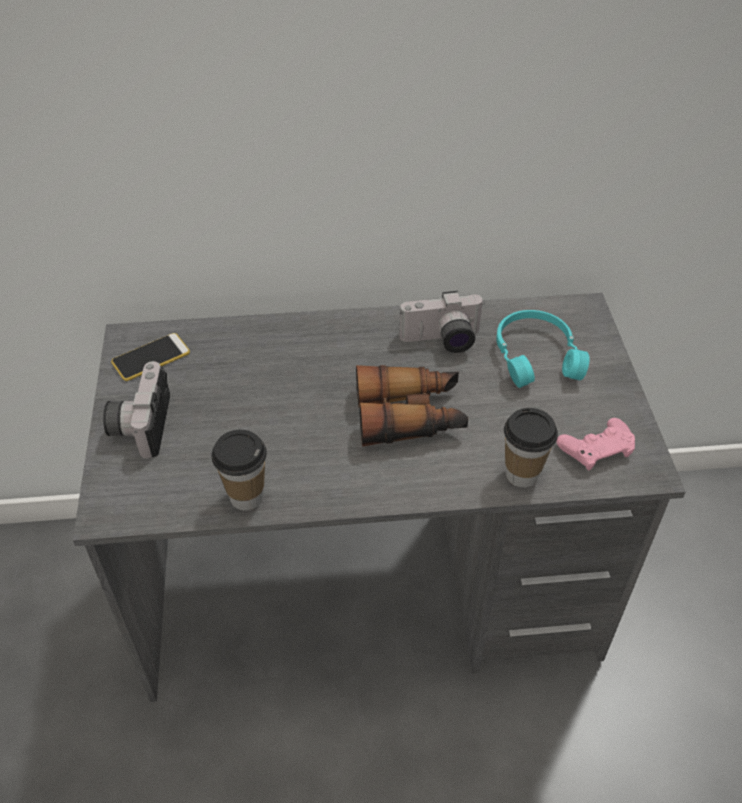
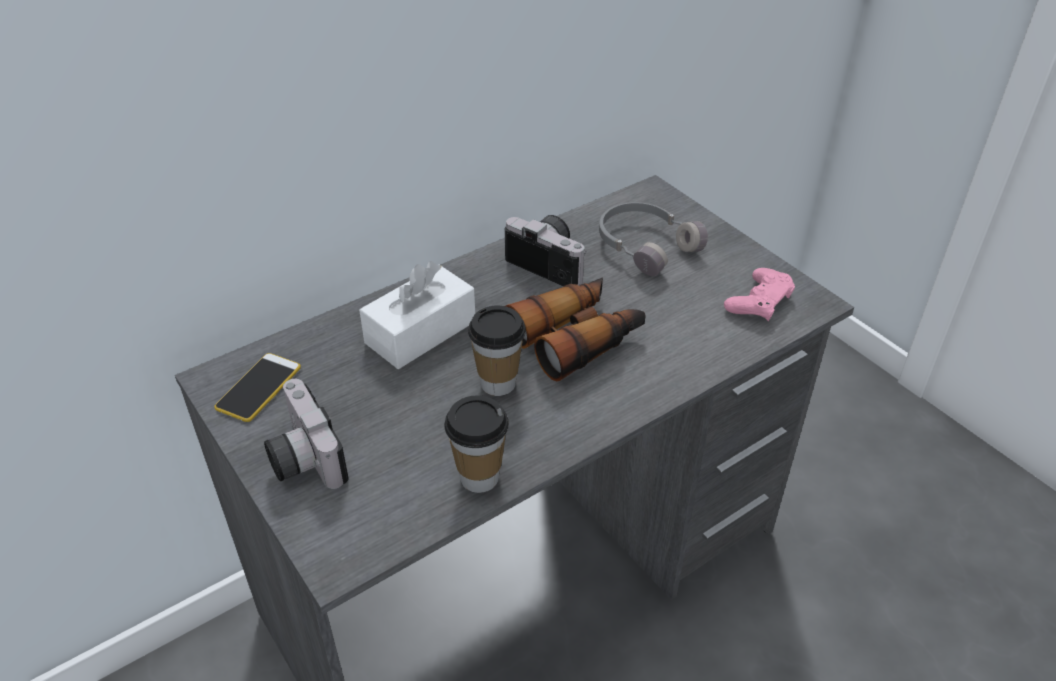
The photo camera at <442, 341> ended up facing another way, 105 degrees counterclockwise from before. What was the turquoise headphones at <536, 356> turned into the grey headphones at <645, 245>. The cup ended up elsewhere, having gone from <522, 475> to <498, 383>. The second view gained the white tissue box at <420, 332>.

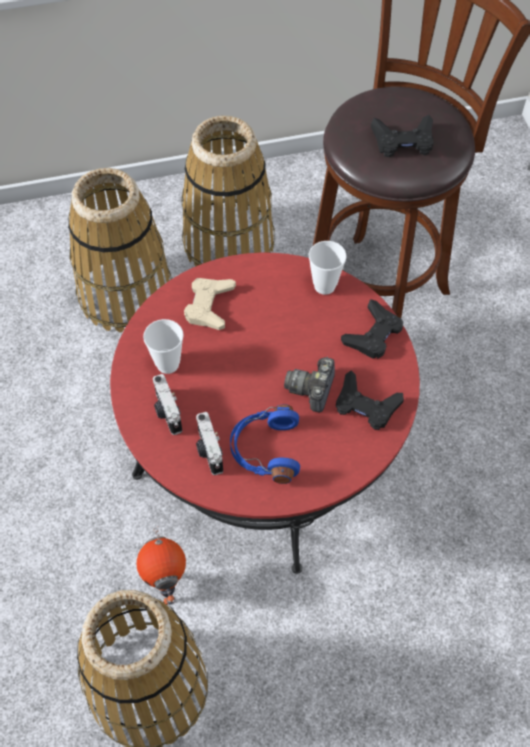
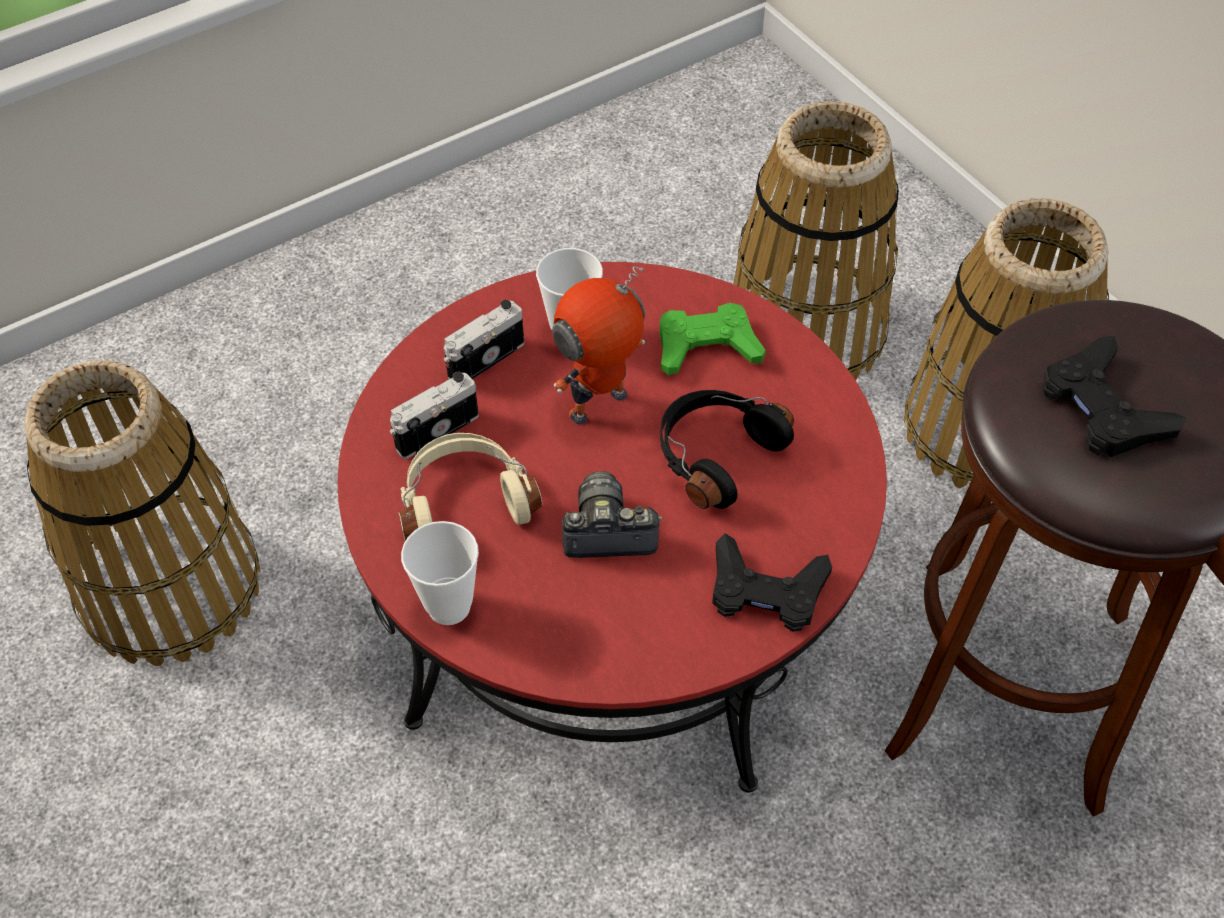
The toy robot ended up elsewhere, having gone from <168, 587> to <600, 407>. What was the beige game controller at <209, 306> turned into the green game controller at <706, 346>. What was the blue headphones at <265, 450> turned into the beige headphones at <464, 501>. The cup ended up elsewhere, having gone from <324, 286> to <449, 606>. The second view lost the black game controller at <366, 405>. The second view gained the black headphones at <715, 455>.

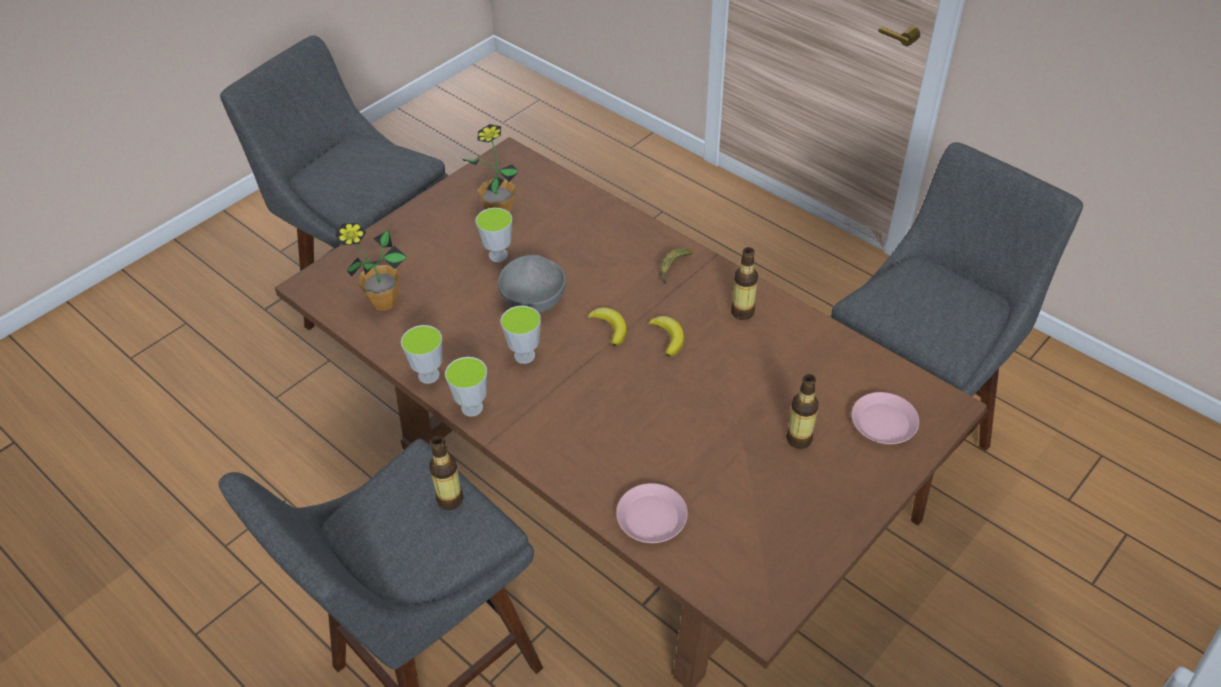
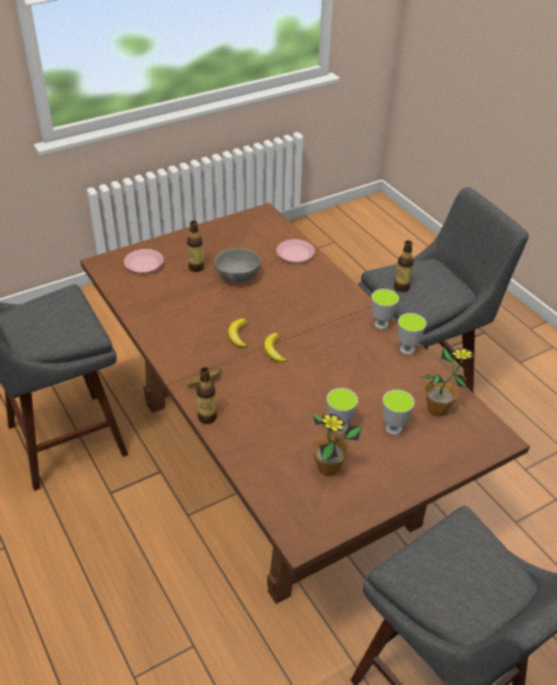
The grey bowl ended up elsewhere, having gone from <535, 300> to <236, 277>. The cup ended up elsewhere, having gone from <524, 355> to <393, 428>. The bottle ended up elsewhere, having gone from <742, 312> to <207, 417>.

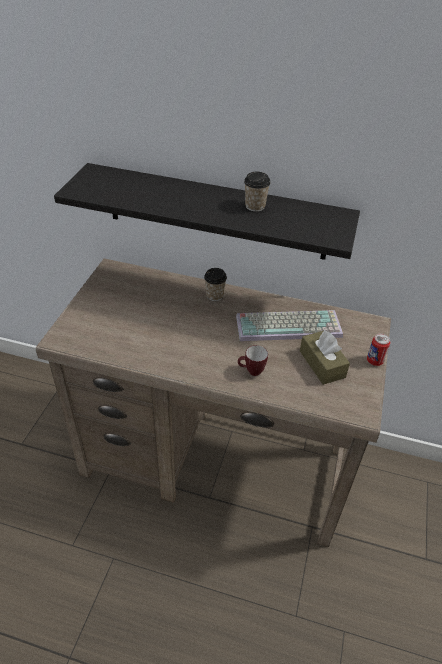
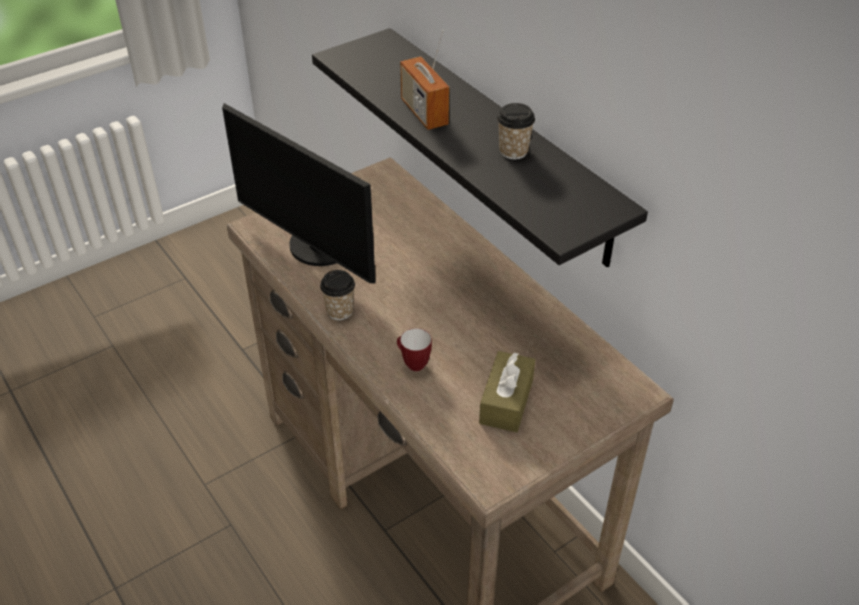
The cup ended up elsewhere, having gone from <214, 295> to <339, 311>. The second view lost the keyboard at <289, 325>. The second view lost the can at <374, 361>. The second view gained the monitor at <317, 248>. The second view gained the radio at <424, 113>.

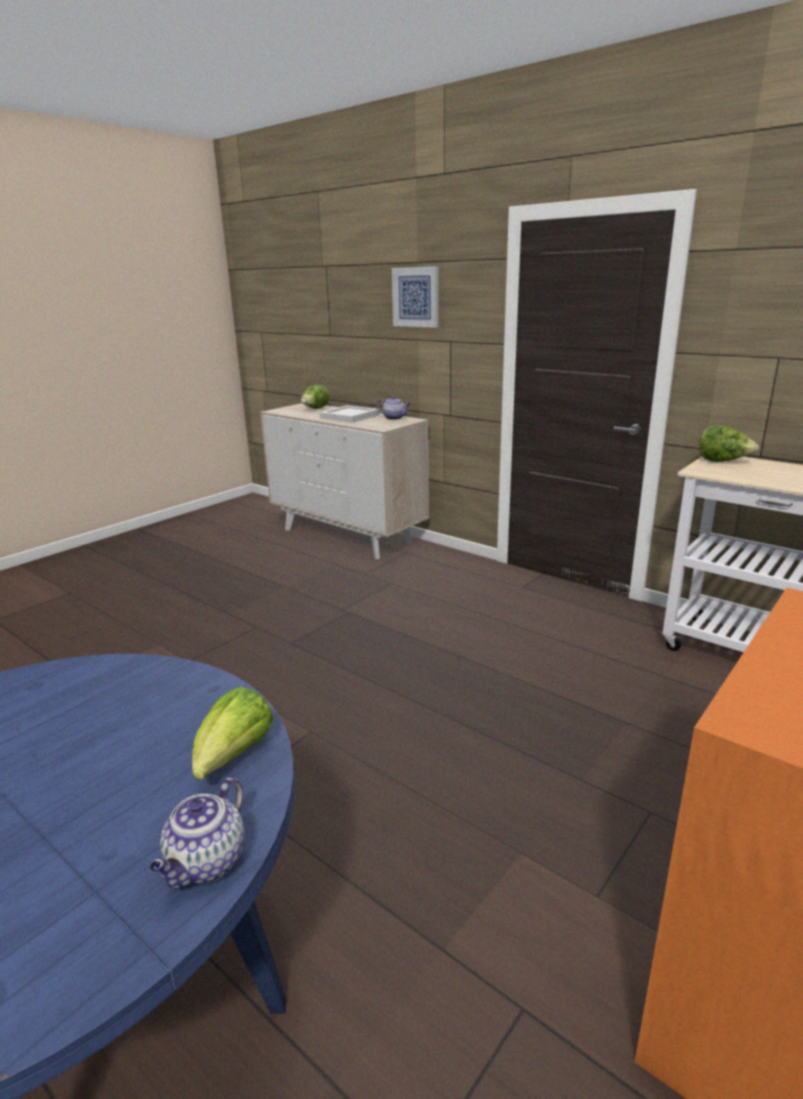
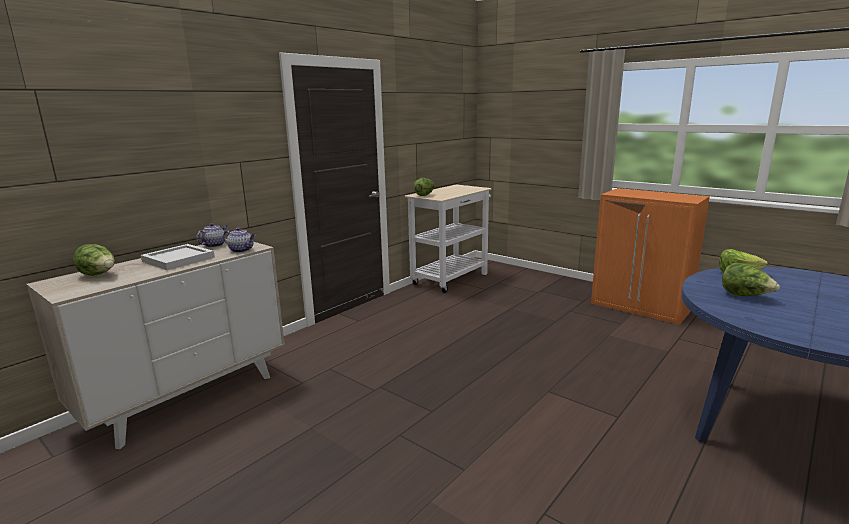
The teapot ended up elsewhere, having gone from <207, 864> to <241, 250>. The second view lost the picture at <416, 297>. The second view gained the lettuce at <745, 296>.

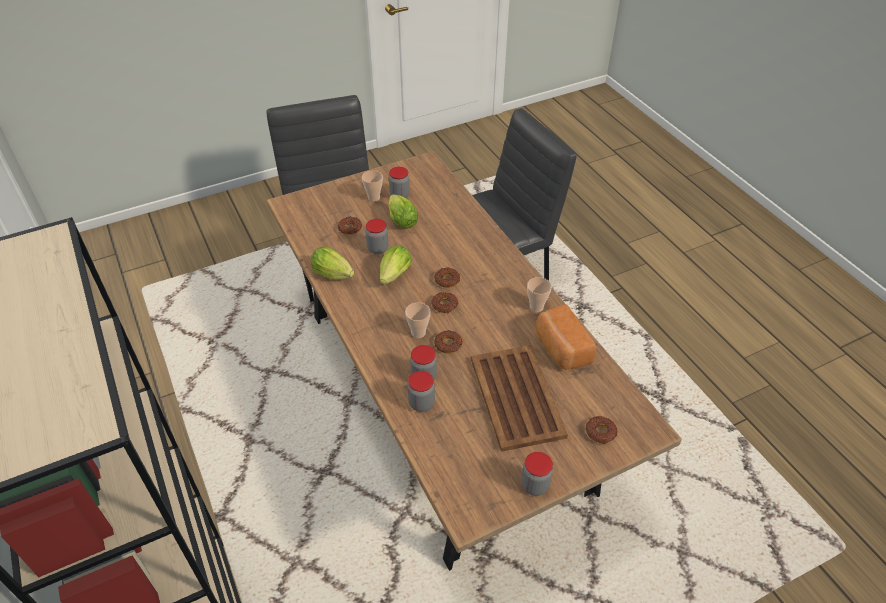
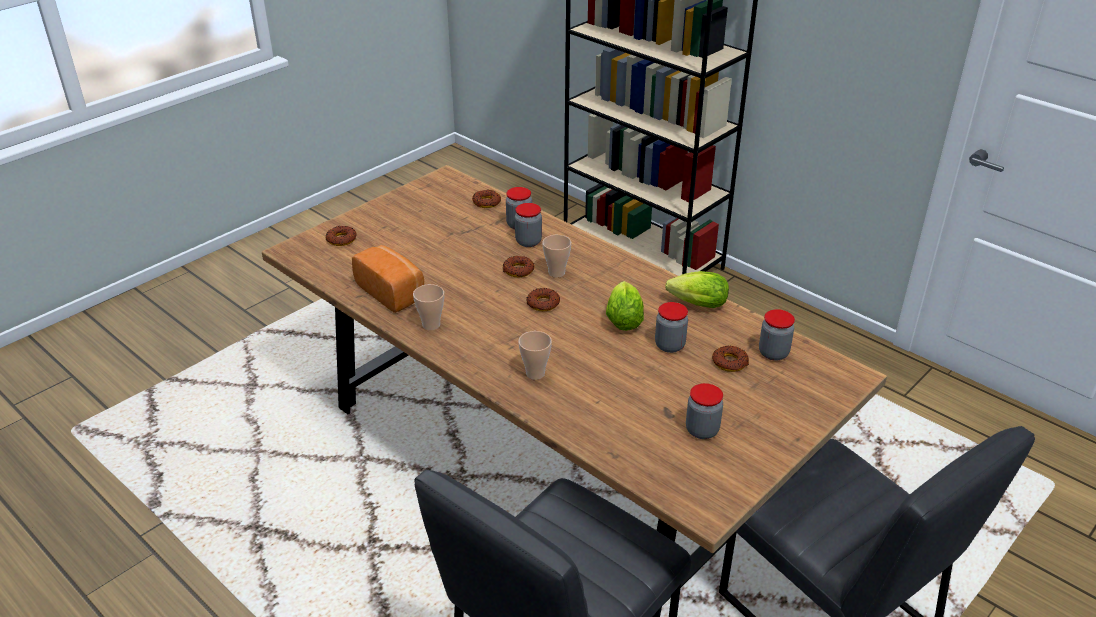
The cup ended up elsewhere, having gone from <374, 198> to <535, 373>. The second view lost the lettuce at <401, 219>. The donut ended up elsewhere, having gone from <447, 280> to <486, 202>. The second view lost the brown tray at <516, 398>. The jar ended up elsewhere, having gone from <535, 485> to <773, 353>.

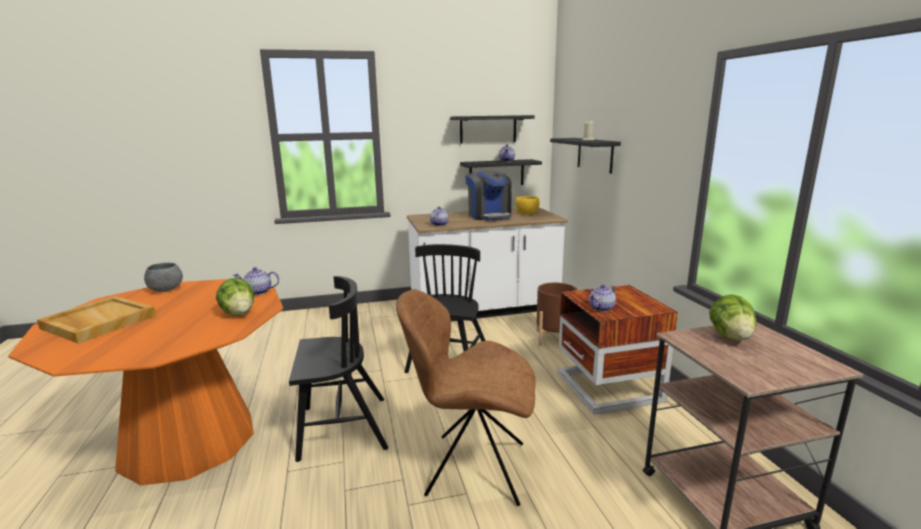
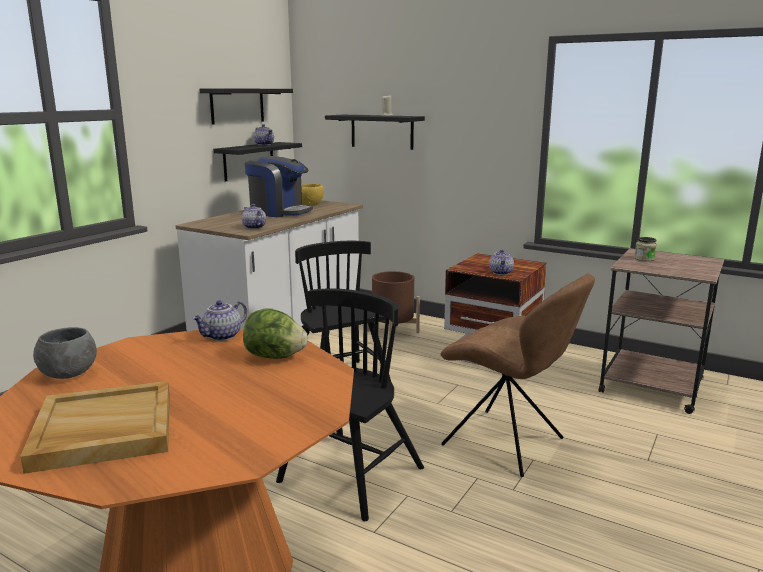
The brown chair at <472, 468> ended up facing another way, 105 degrees counterclockwise from before. Where the lettuce stood at <730, 337>, the jar came to stand at <644, 259>.

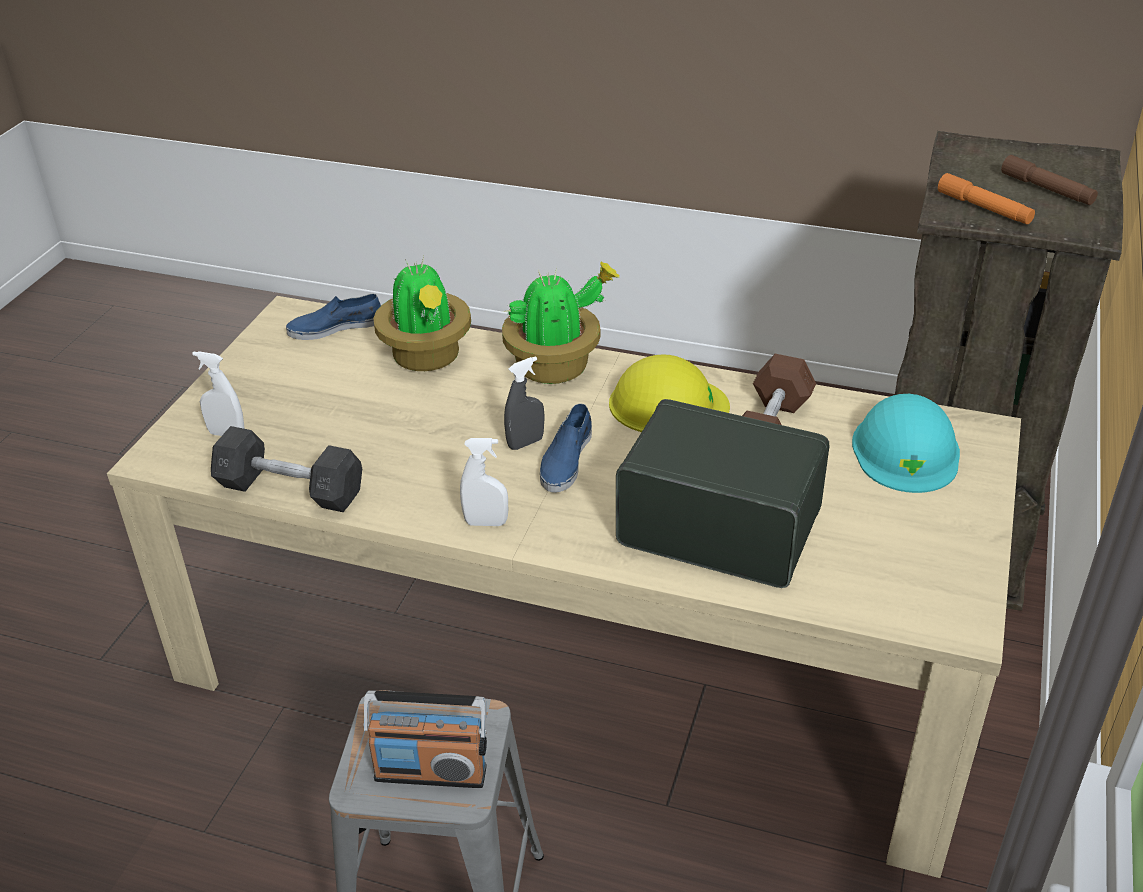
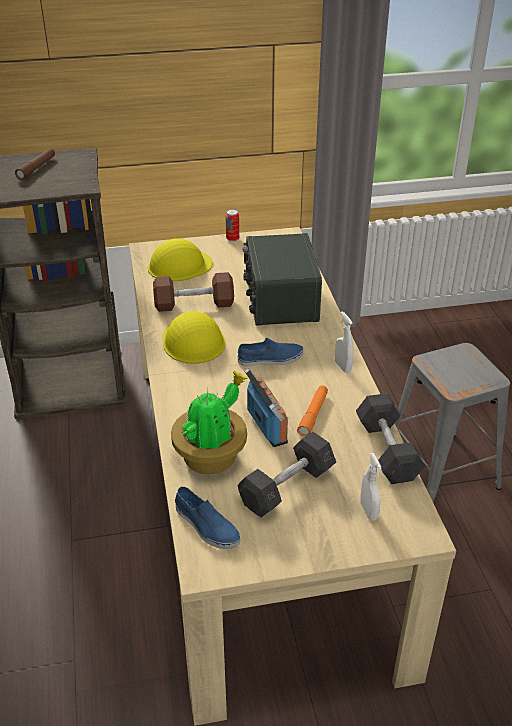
The radio ended up elsewhere, having gone from <431, 772> to <266, 426>. The second view lost the potted plant at <556, 367>. The second view lost the grey spray bottle at <525, 443>. What was the turquoise hard hat at <906, 450> turned into the yellow hard hat at <179, 265>. The orange flashlight ended up elsewhere, having gone from <984, 208> to <313, 414>. The second view gained the can at <232, 239>. The second view gained the grey dumbbell at <287, 487>.

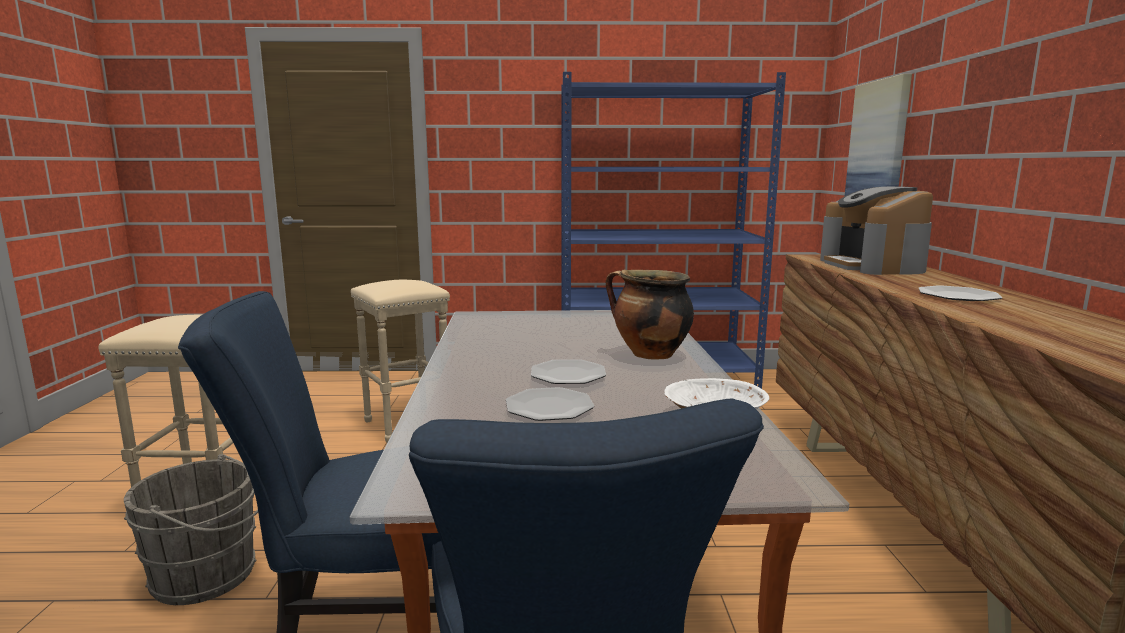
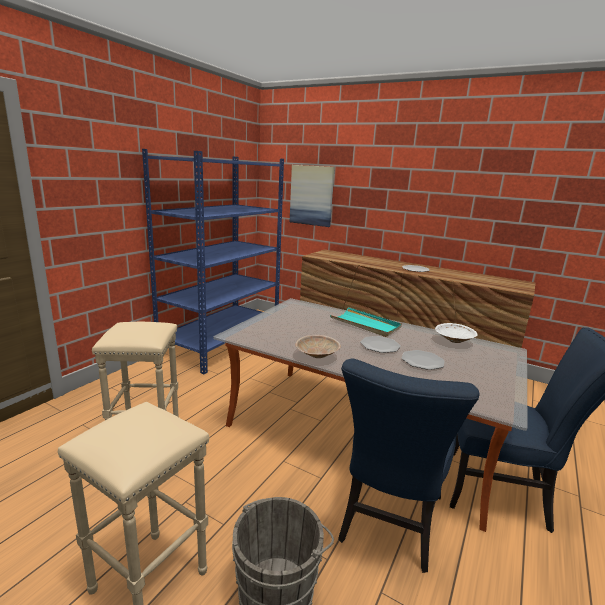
Where the cooking pot stood at <649, 355>, the turquoise tray came to stand at <365, 324>. The second view lost the coffee machine at <872, 266>. The second view gained the beige bowl at <316, 356>.

